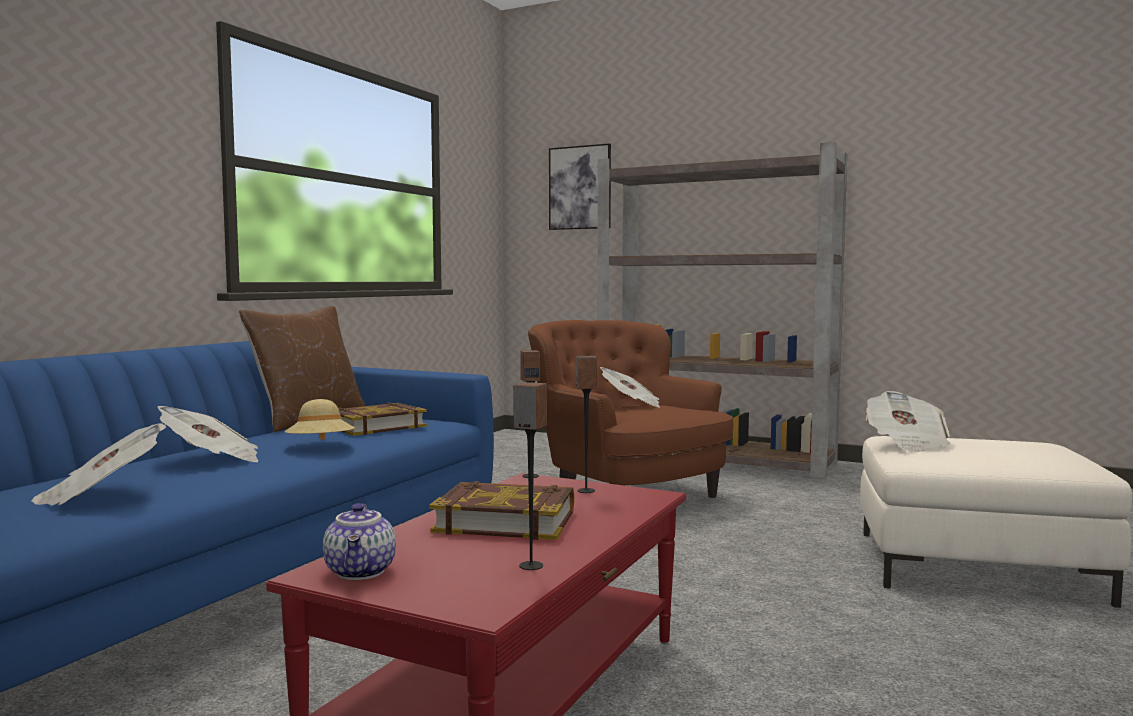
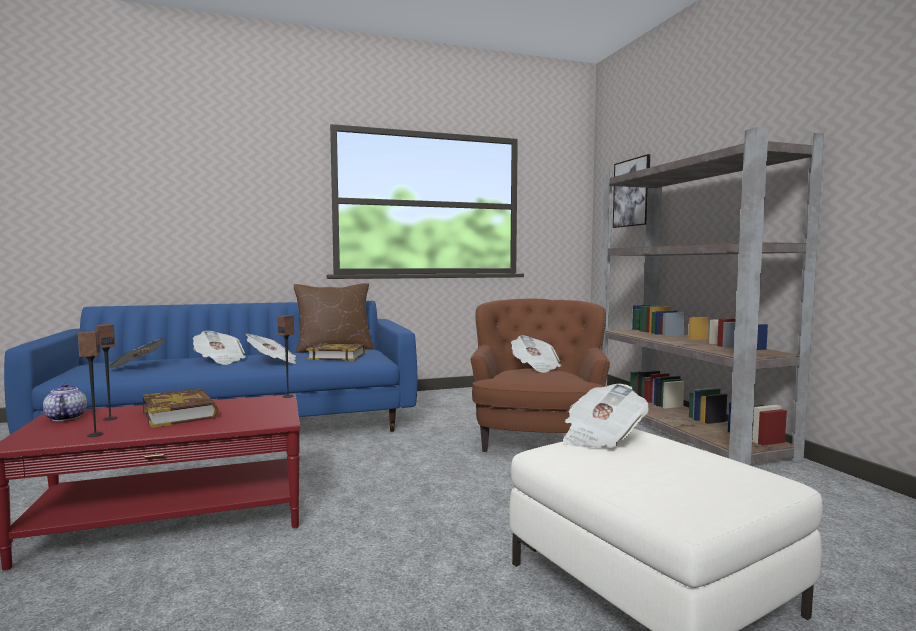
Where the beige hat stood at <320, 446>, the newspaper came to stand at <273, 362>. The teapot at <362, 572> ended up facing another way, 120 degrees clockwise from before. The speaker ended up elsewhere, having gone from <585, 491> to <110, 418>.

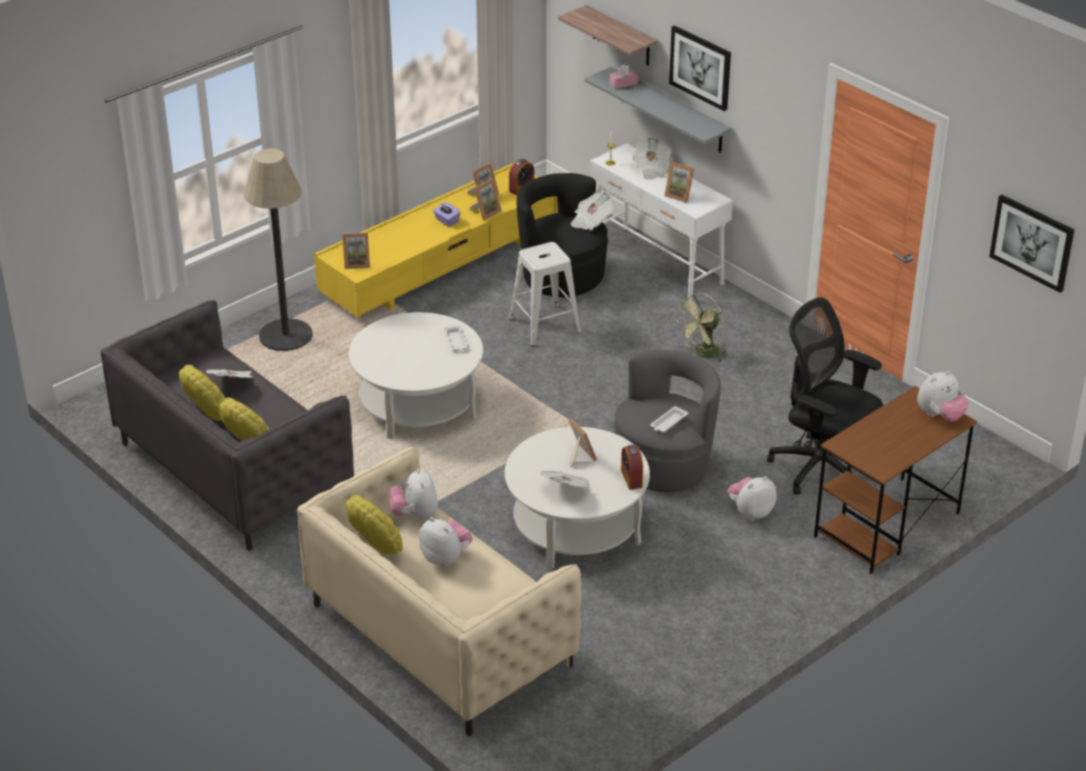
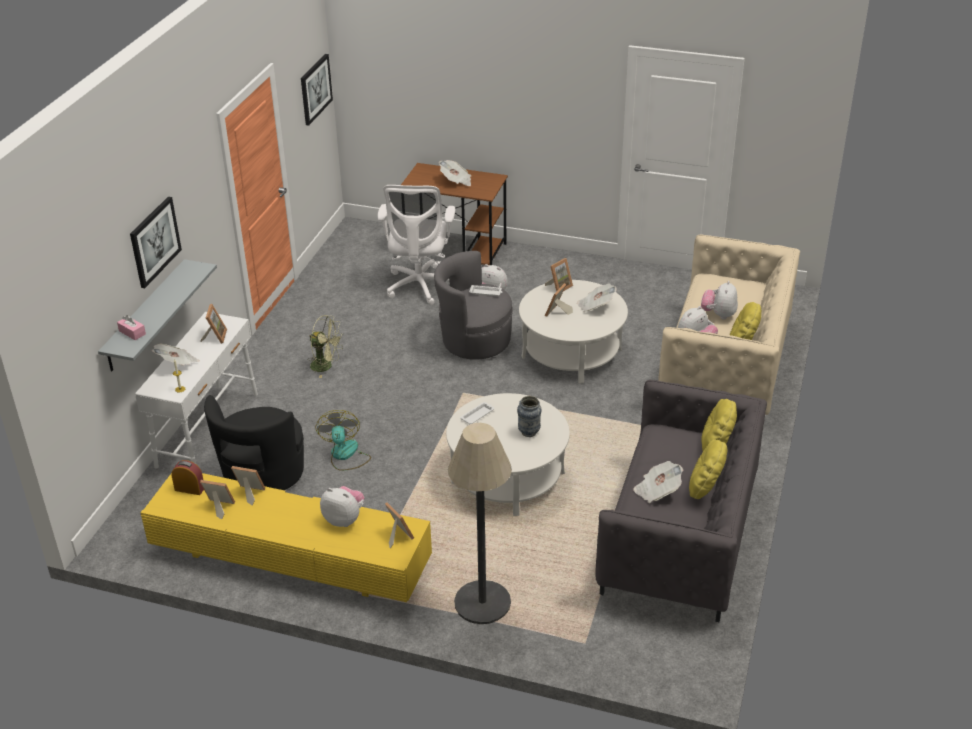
The second view lost the purple tissue box at <446, 221>. Where the white stool stood at <544, 325>, the fan came to stand at <345, 455>. The second view lost the shelf at <621, 36>. The newspaper ended up elsewhere, having gone from <591, 221> to <456, 181>. Where the alarm clock stood at <631, 479>, the picture frame came to stand at <559, 287>. What was the black office chair at <825, 468> turned into the white office chair at <419, 283>. The plush toy ended up elsewhere, having gone from <940, 416> to <344, 519>. The second view gained the vase at <529, 432>.

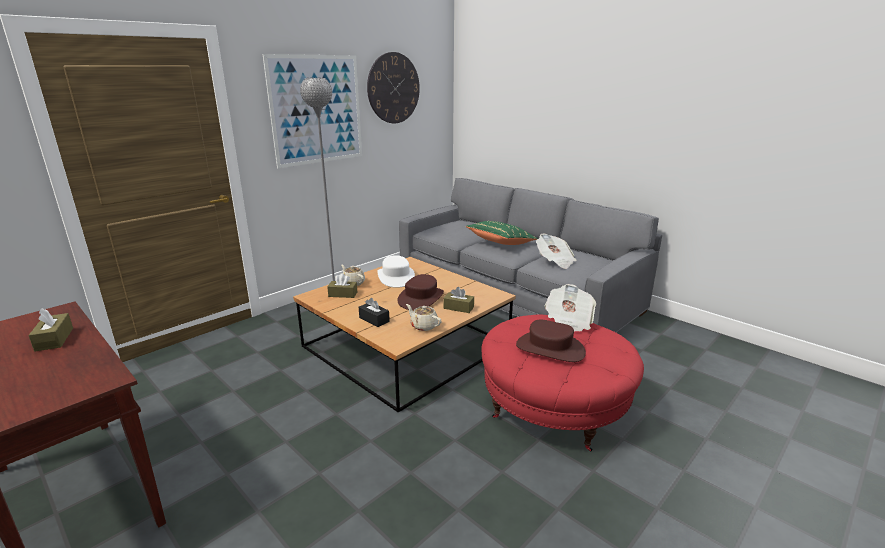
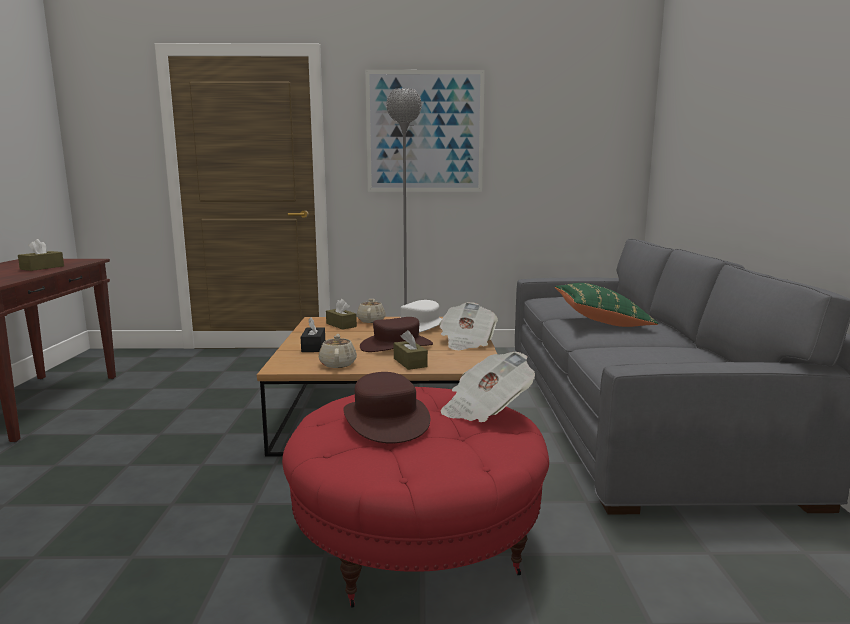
The second view lost the wall clock at <393, 88>. The newspaper ended up elsewhere, having gone from <555, 261> to <466, 342>.

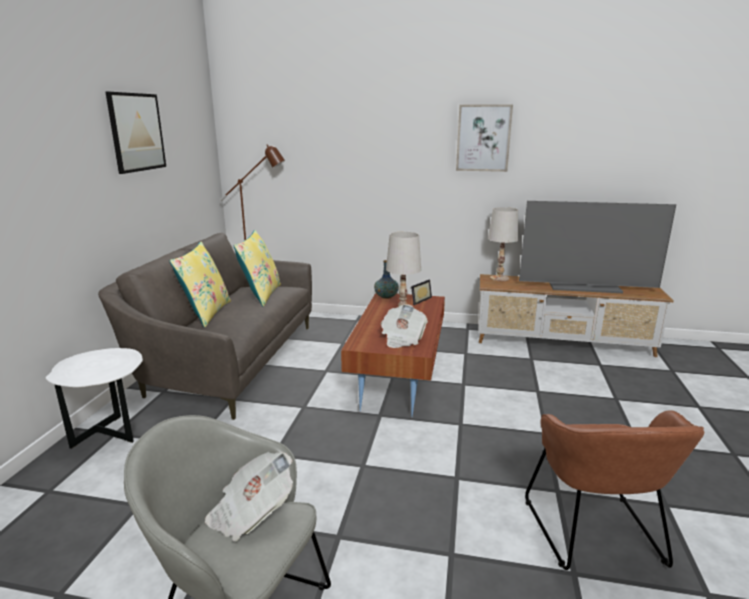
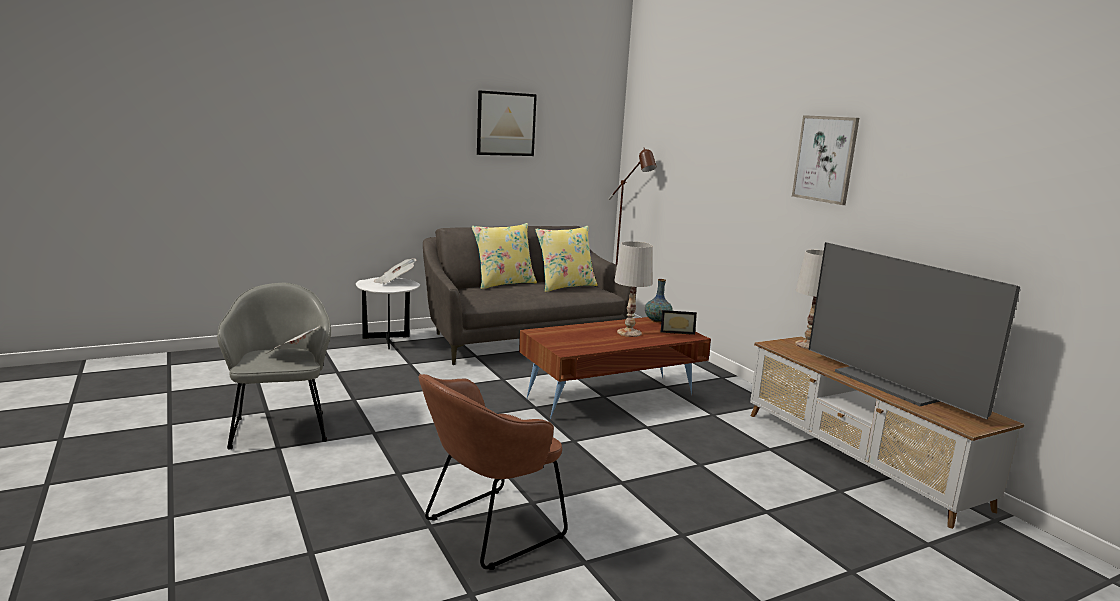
The newspaper ended up elsewhere, having gone from <402, 338> to <394, 282>.

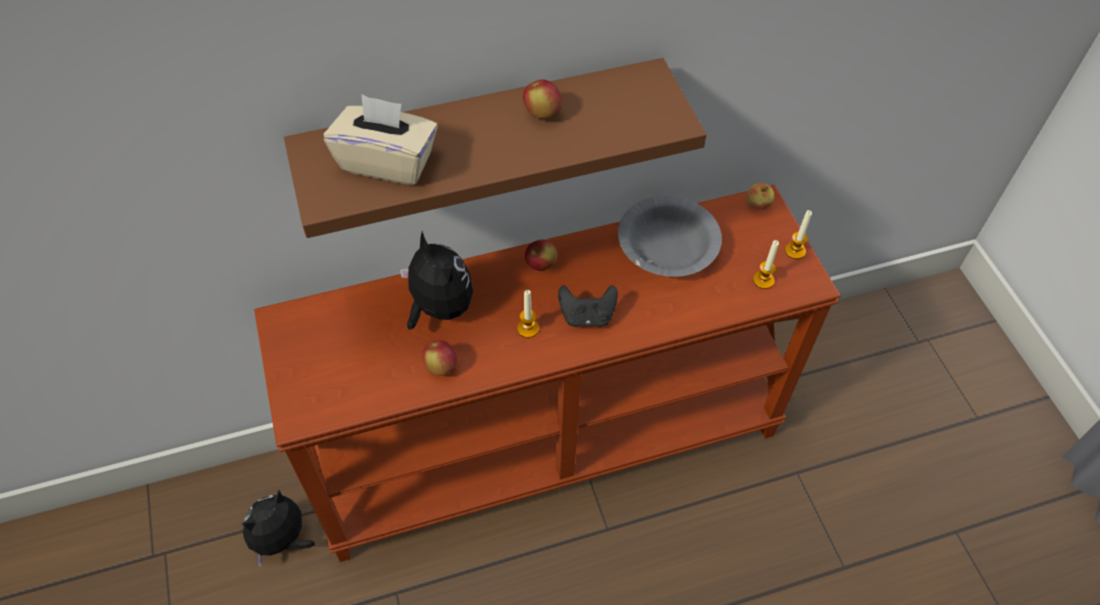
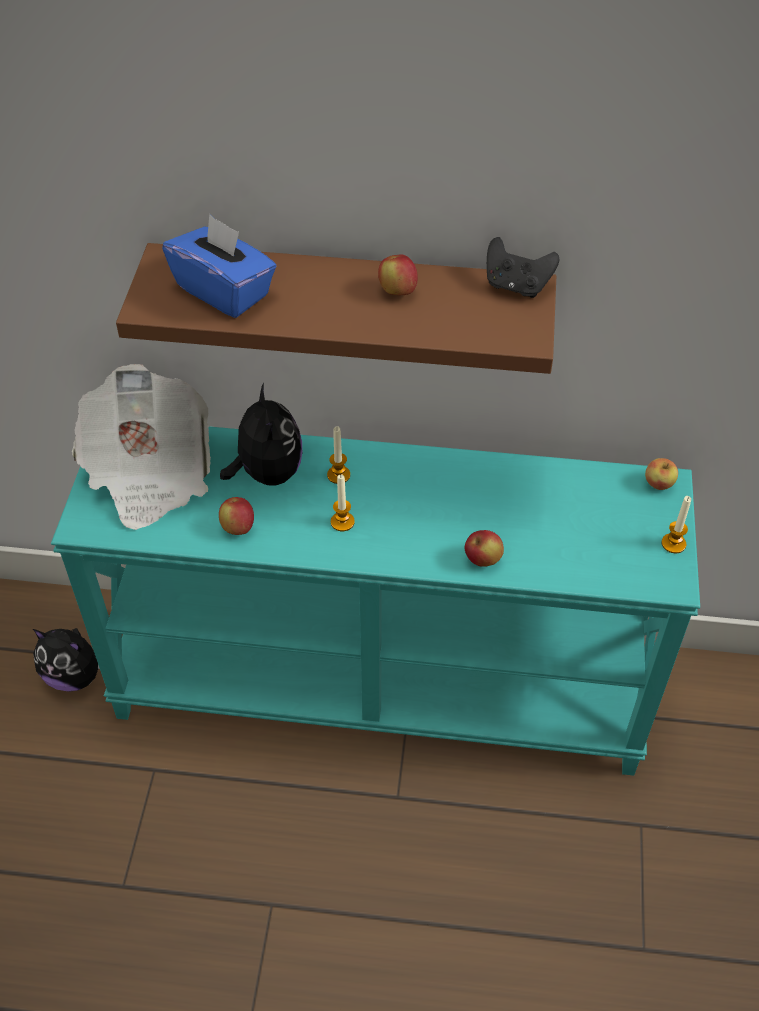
The plush toy at <282, 540> ended up facing another way, 135 degrees counterclockwise from before. What was the brown console table at <548, 440> turned into the turquoise console table at <381, 683>. What was the beige tissue box at <387, 162> turned into the blue tissue box at <224, 291>. The apple ended up elsewhere, having gone from <541, 265> to <482, 560>. The black game controller ended up elsewhere, having gone from <587, 316> to <516, 286>. The second view lost the grey bowl at <667, 247>. The candle ended up elsewhere, having gone from <763, 280> to <338, 475>. The second view gained the newspaper at <149, 473>.

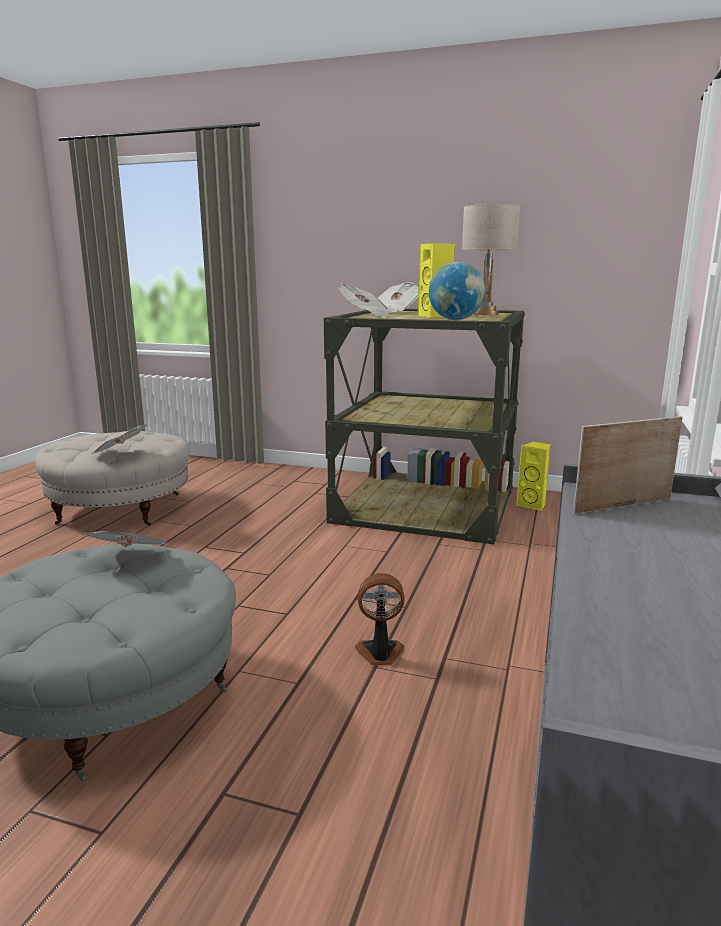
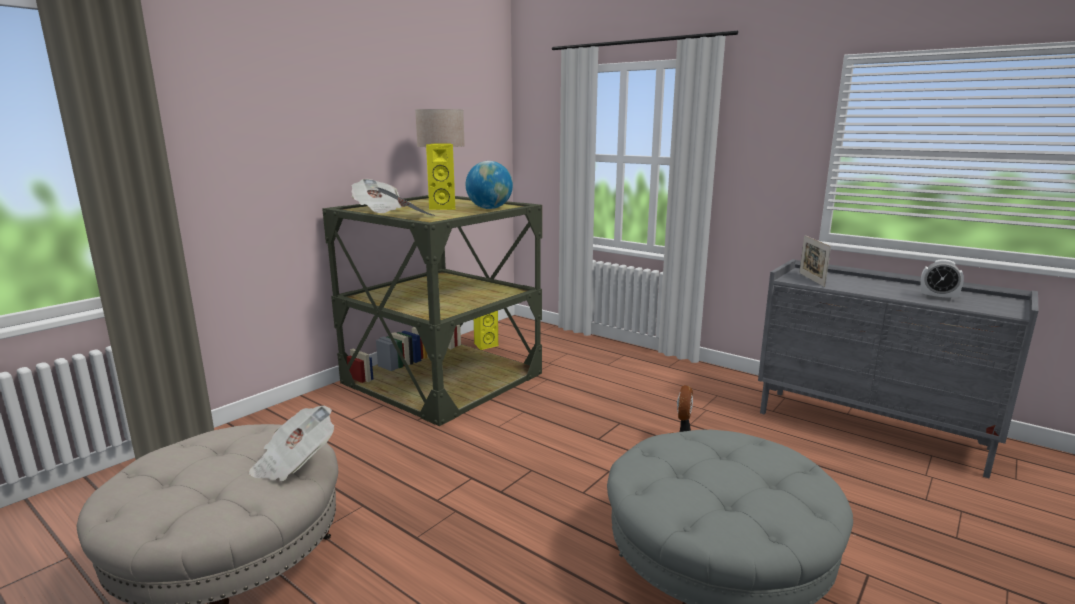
The second view lost the newspaper at <131, 560>. The second view gained the alarm clock at <938, 298>.

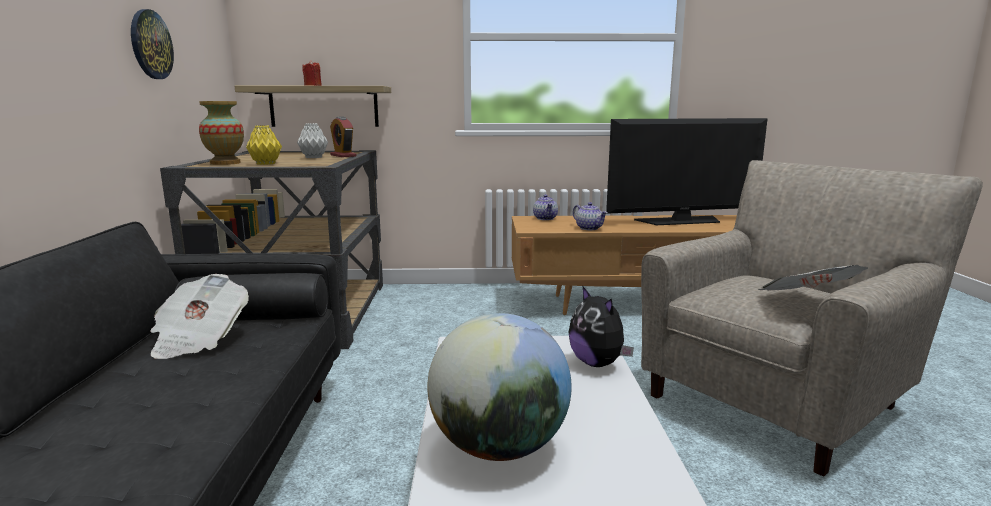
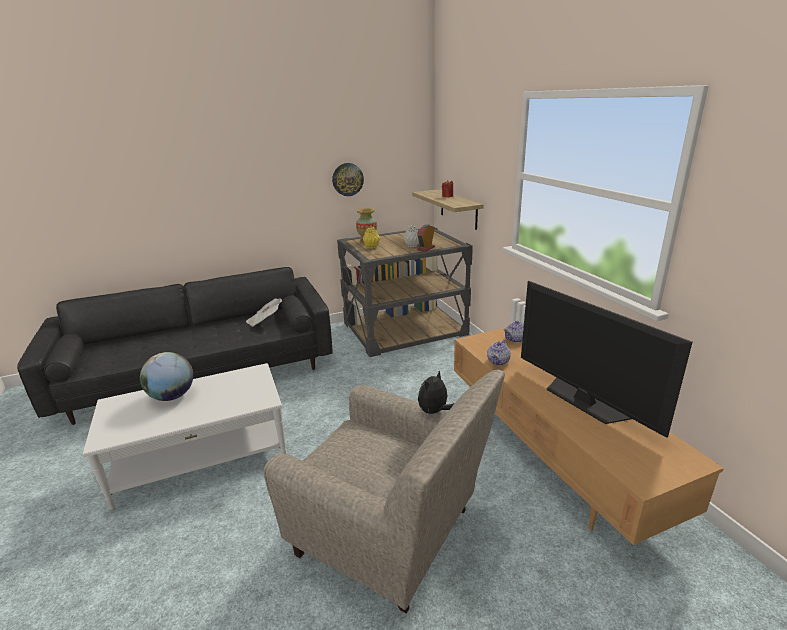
The plush toy ended up elsewhere, having gone from <598, 363> to <434, 412>. The second view lost the newspaper at <806, 303>.

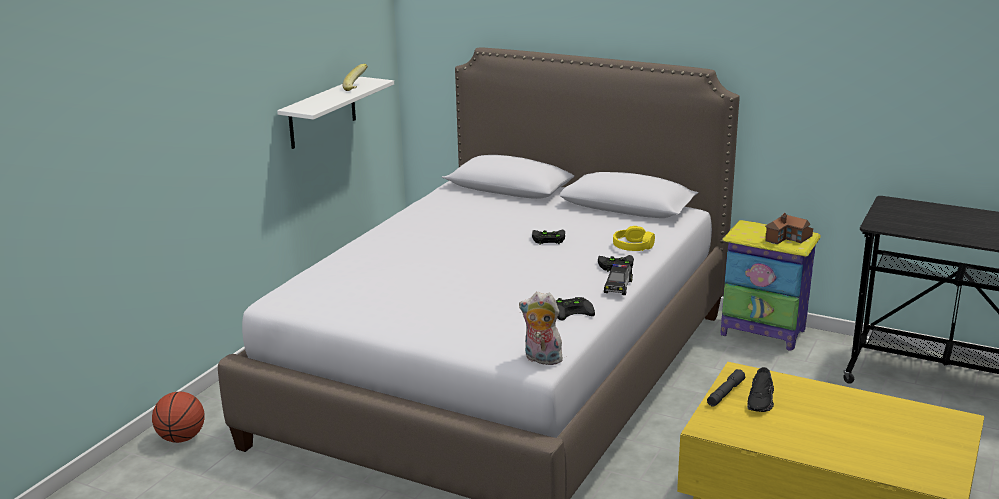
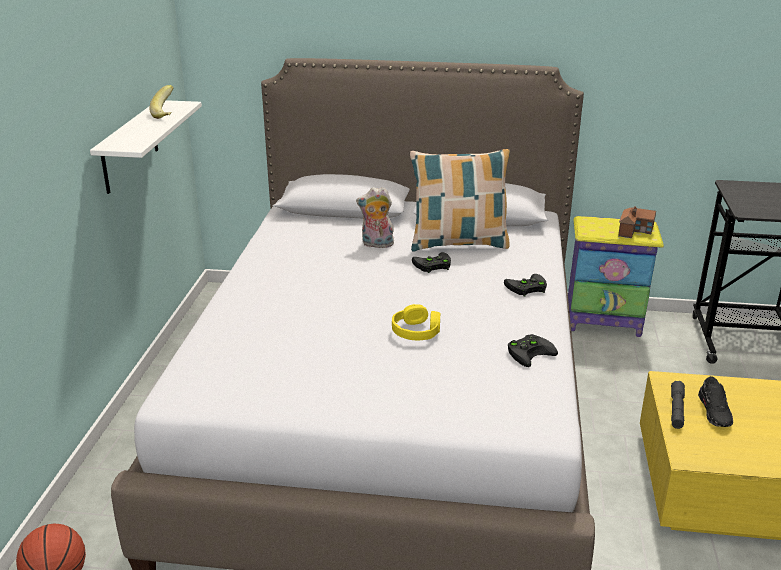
The plush toy ended up elsewhere, having gone from <541, 359> to <376, 245>. The second view lost the toy car at <618, 287>. The yellow headphones ended up elsewhere, having gone from <633, 246> to <416, 331>. The second view gained the pillow at <458, 243>.

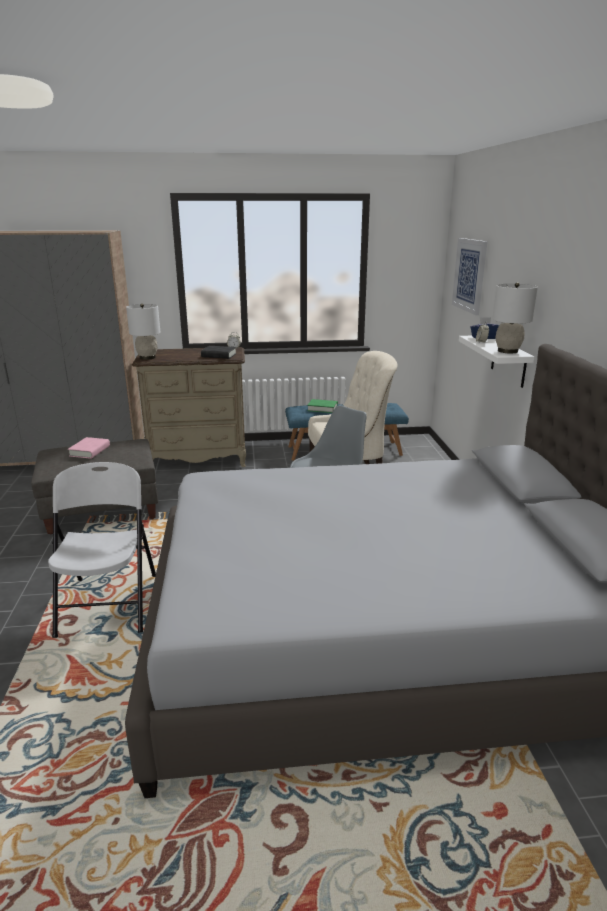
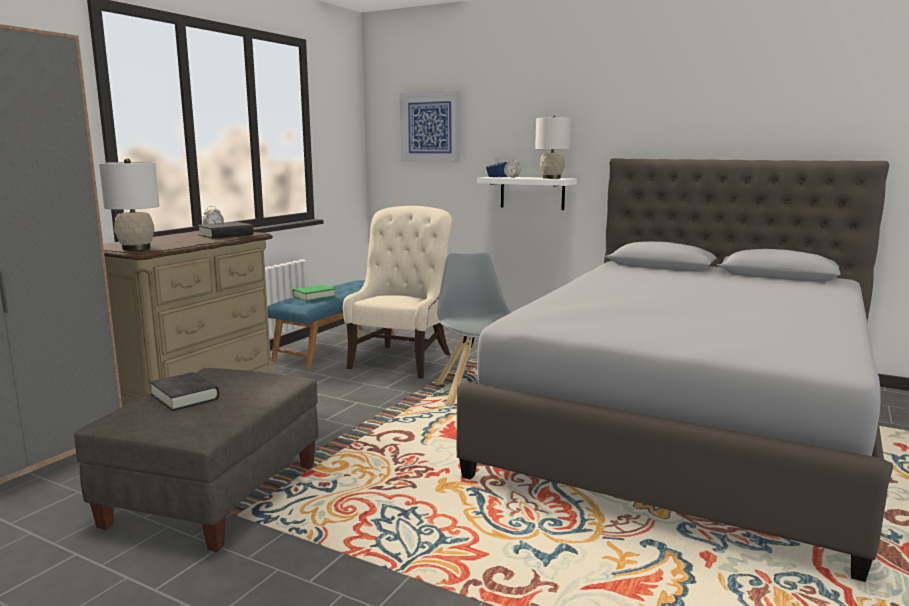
The second view lost the white chair at <109, 604>. What was the pink book at <90, 451> turned into the black book at <185, 397>.

